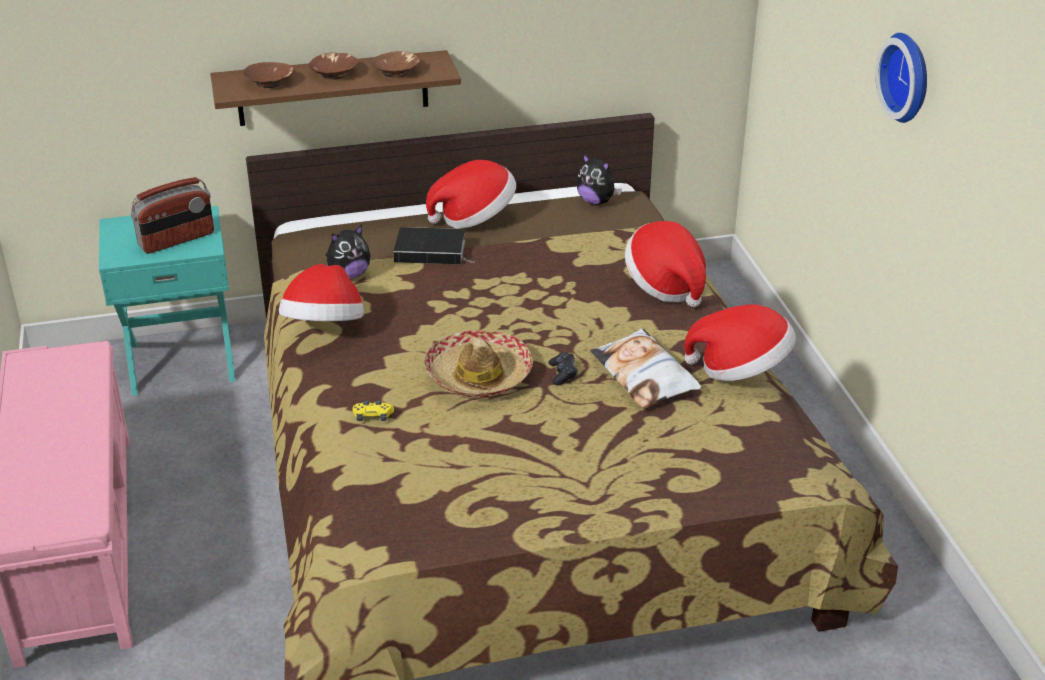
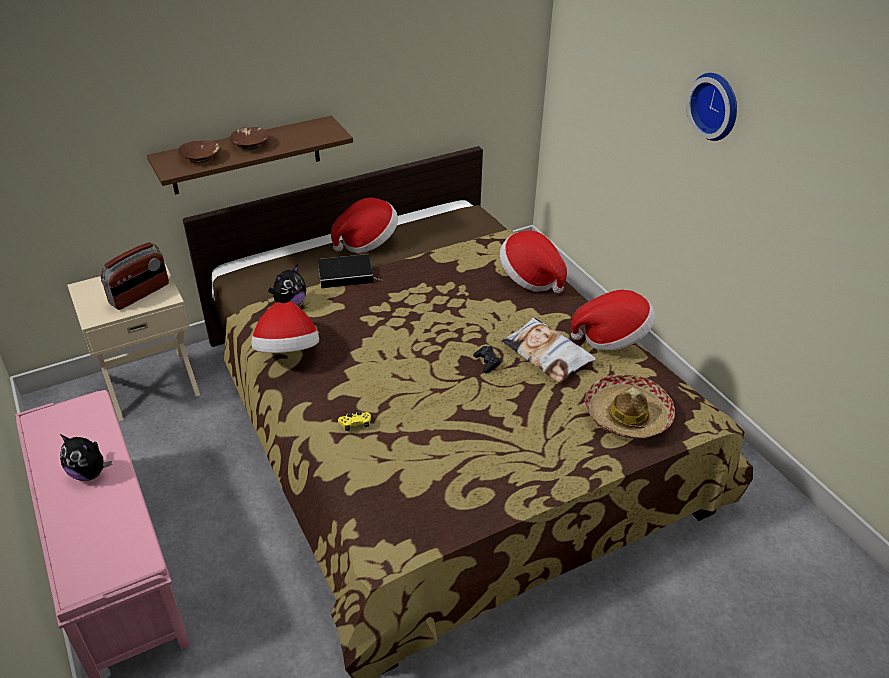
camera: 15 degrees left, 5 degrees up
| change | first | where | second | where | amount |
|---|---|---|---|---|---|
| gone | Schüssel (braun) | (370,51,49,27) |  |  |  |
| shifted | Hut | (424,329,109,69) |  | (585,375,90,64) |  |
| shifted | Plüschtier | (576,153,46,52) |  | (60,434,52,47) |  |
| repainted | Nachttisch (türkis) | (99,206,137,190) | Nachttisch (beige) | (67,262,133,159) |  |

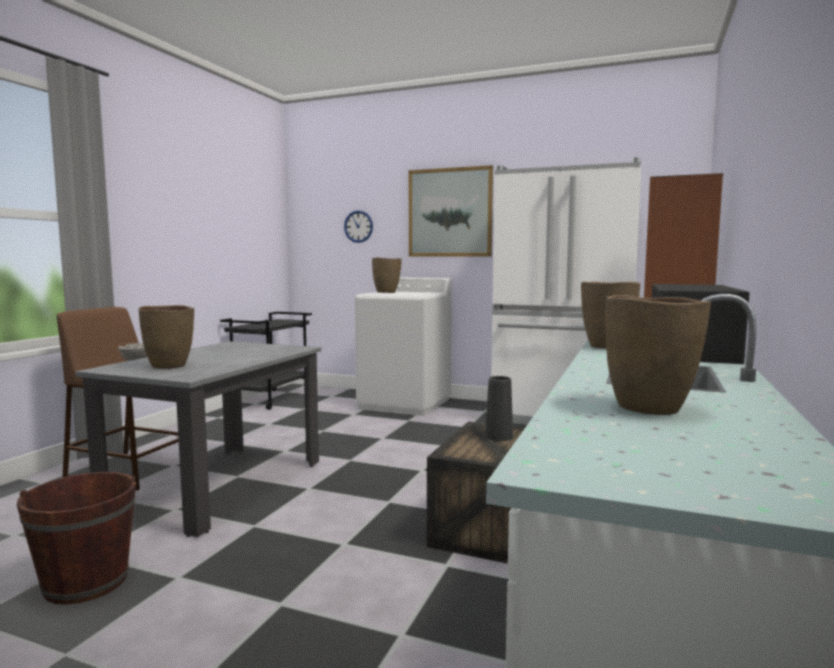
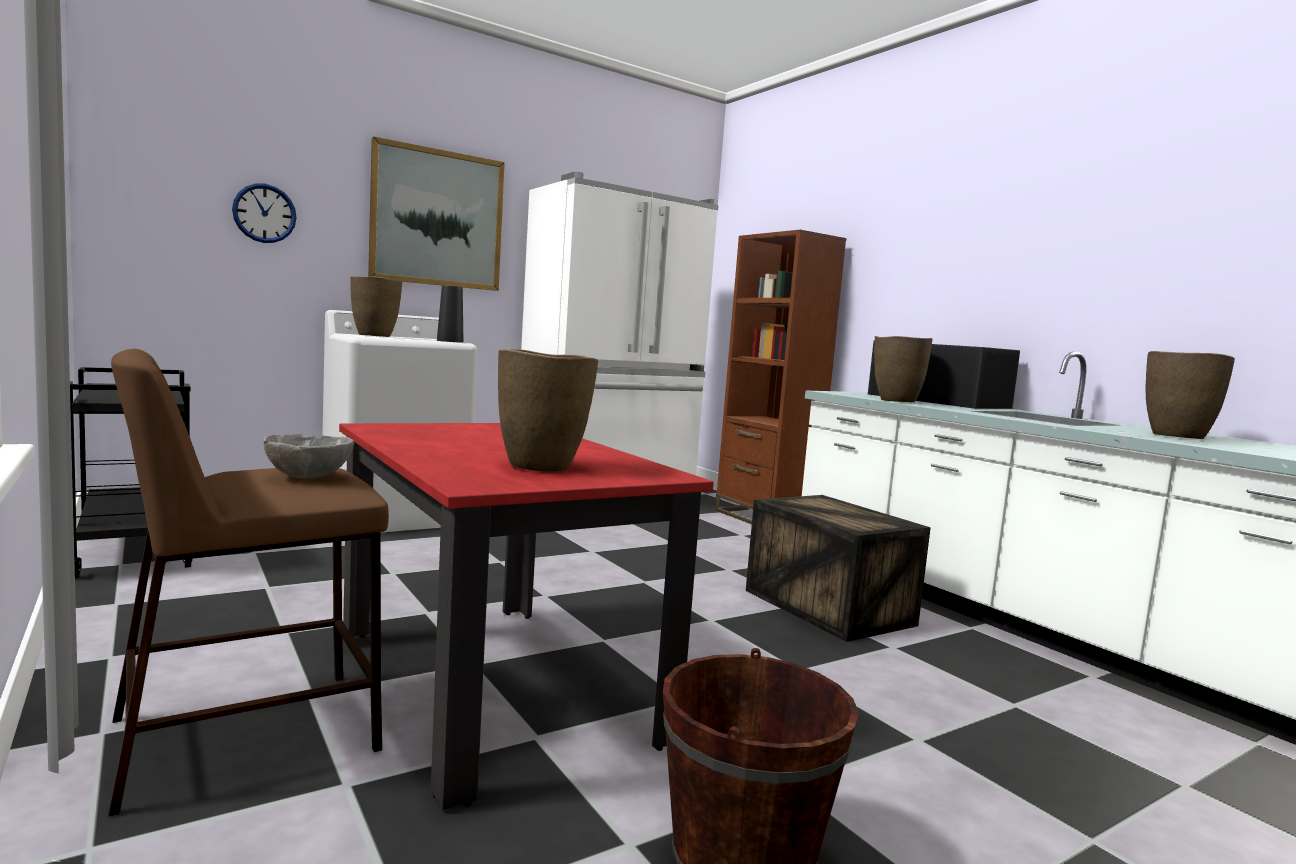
camera: 55 degrees left, 0 degrees up
| change | first | where | second | where | amount |
|---|---|---|---|---|---|
| shifted | Vase (schwarz) | (485,376,28,65) |  | (437,285,26,58) |  |
| repainted | Esstisch (grau) | (75,341,246,196) | Esstisch (rot) | (339,423,375,387) |  |

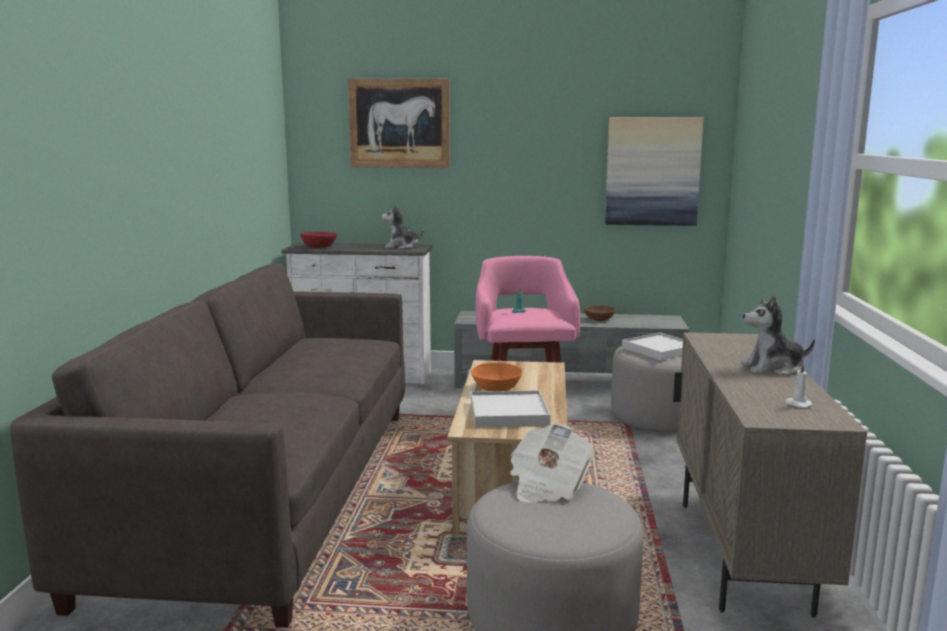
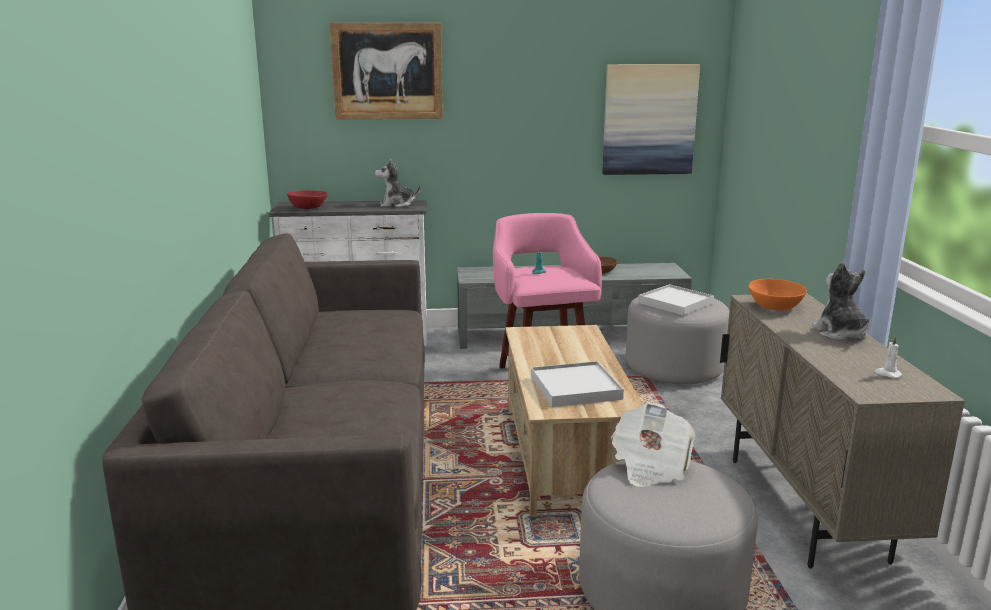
camera: 10 degrees left, 5 degrees up
| change | first | where | second | where | amount |
|---|---|---|---|---|---|
| shifted | Schüssel (orange) | (471,362,51,29) |  | (749,279,58,31) |  |
| rotated | Plüschtier | (741,295,74,81) |  | (812,262,57,79) | 90 degrees clockwise |

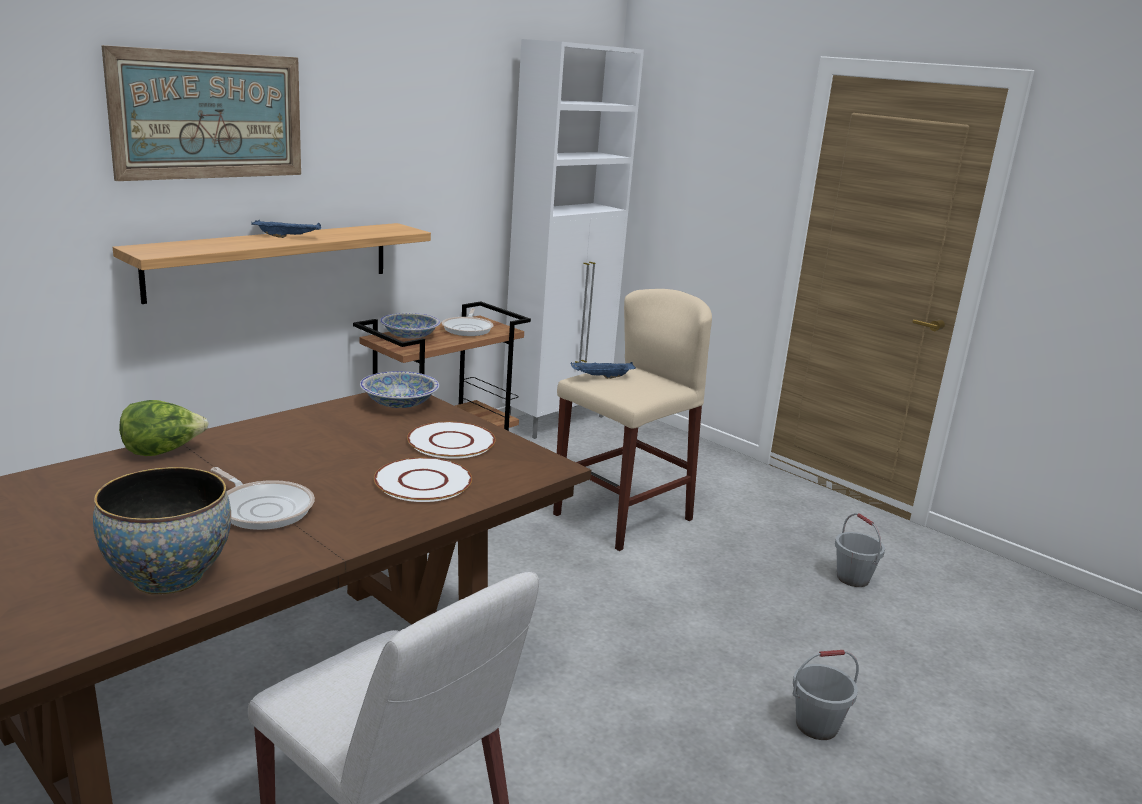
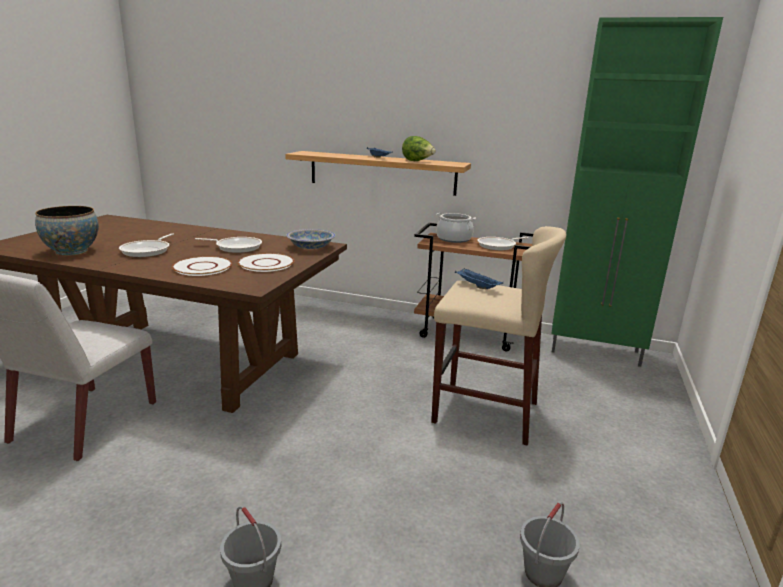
camera: 65 degrees right, 0 degrees up
| change | first | where | second | where | amount |
|---|---|---|---|---|---|
| gone | Bild | (102,45,199,136) |  |  |  |
| new |  |  | Pfanne | (195,237,67,16) |  |
| shifted | Salatkopf | (119,400,90,56) |  | (402,136,34,25) |  |
| swapped | Schüssel | (380,313,61,26) | Kochtopf | (436,213,40,30) |  |
| repainted | Schrank (weiß) | (502,39,142,400) | Schrank (grün) | (551,17,172,350) |  |

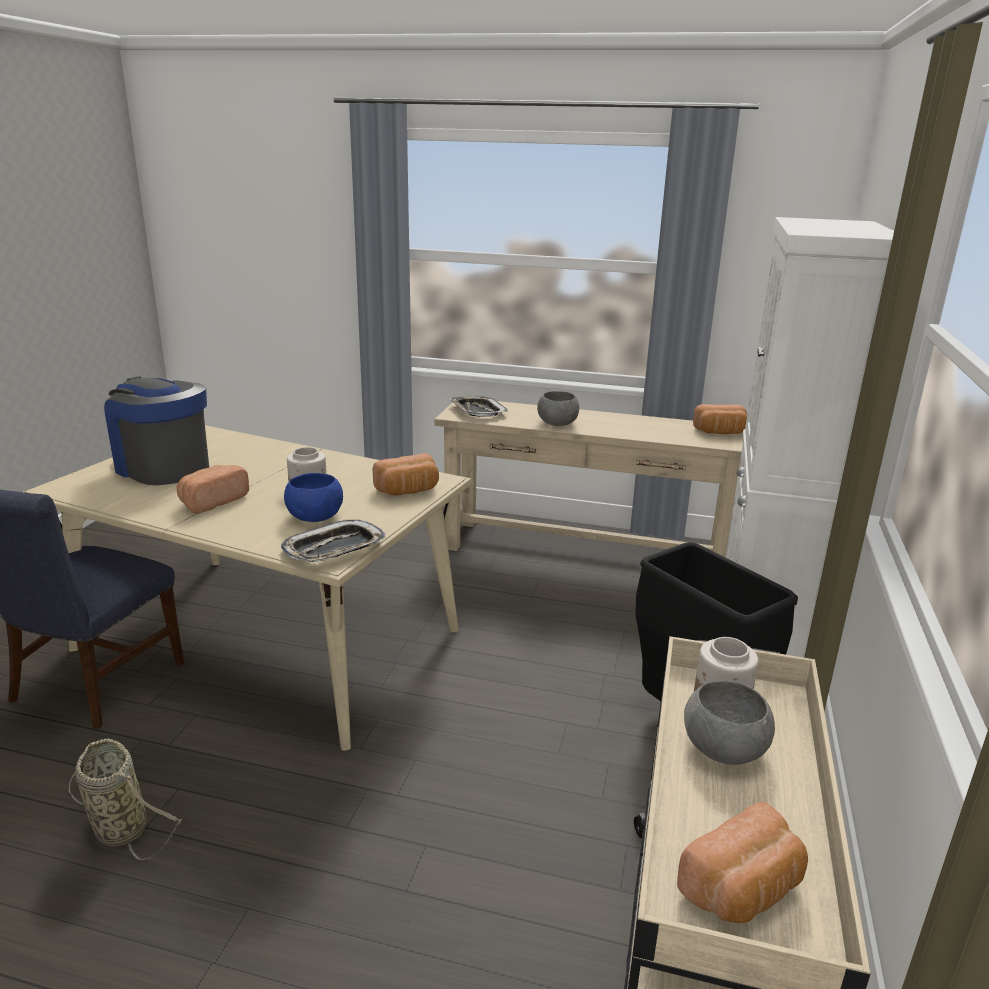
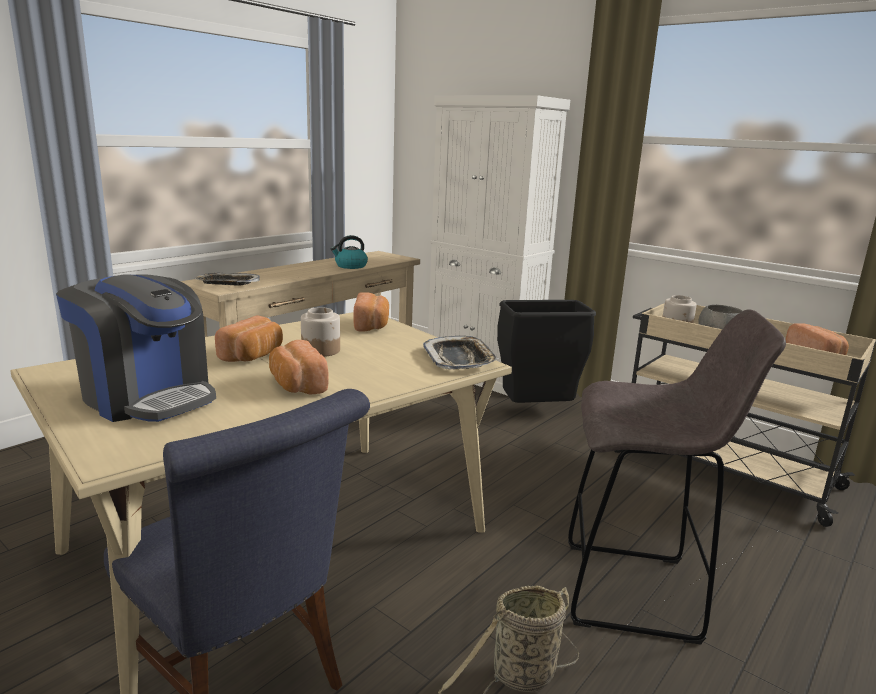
camera: 65 degrees left, 5 degrees down
| change | first | where | second | where | amount |
|---|---|---|---|---|---|
| gone | Schüssel (blau) | (284,473,59,49) |  |  |  |
| gone | Schüssel (grau) | (537,391,42,35) |  |  |  |
| new |  |  | Wasserkessel | (331,235,37,34) |  |
| new |  |  | Hocker (grau) | (568,309,218,336) |  |
| shifted | Brot | (693,404,54,30) |  | (215,316,68,46) |  |
| rotated | Kaffeemaschine | (104,376,105,109) |  | (56,274,160,148) | 120 degrees counterclockwise |

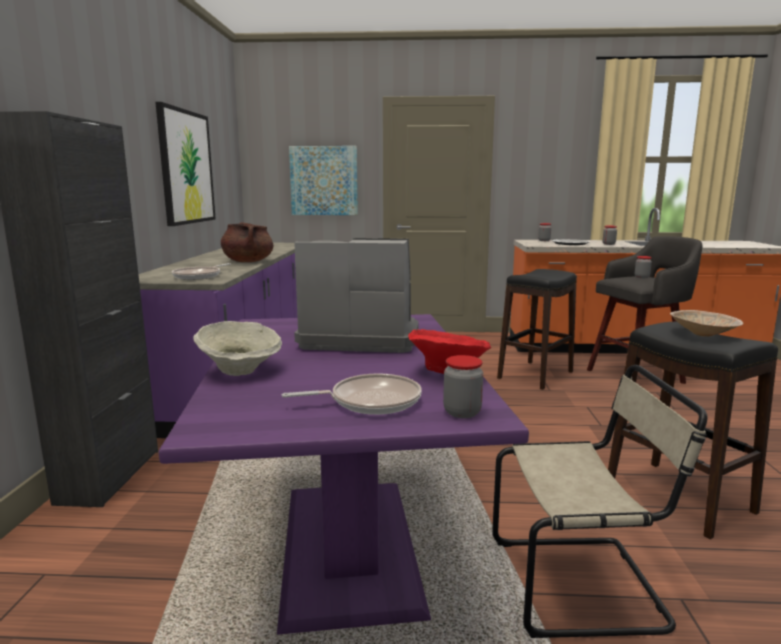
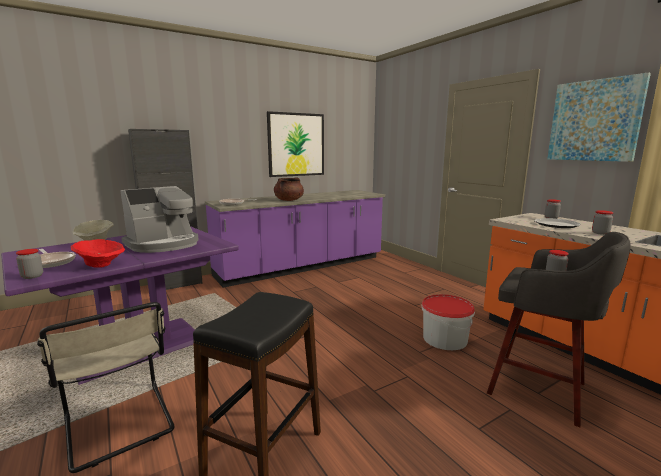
camera: 55 degrees right, 0 degrees up
| change | first | where | second | where | amount |
|---|---|---|---|---|---|
| gone | Schüssel (beige) | (670,310,73,27) |  |  |  |
| shifted | Bild | (289,146,69,69) |  | (547,72,104,90) |  |
| swapped | Hocker (schwarz) | (497,269,80,121) | Eimer | (421,294,54,56) |  |
| rotated | Kaffeemaschine | (294,238,125,115) |  | (120,186,78,67) | 75 degrees clockwise |

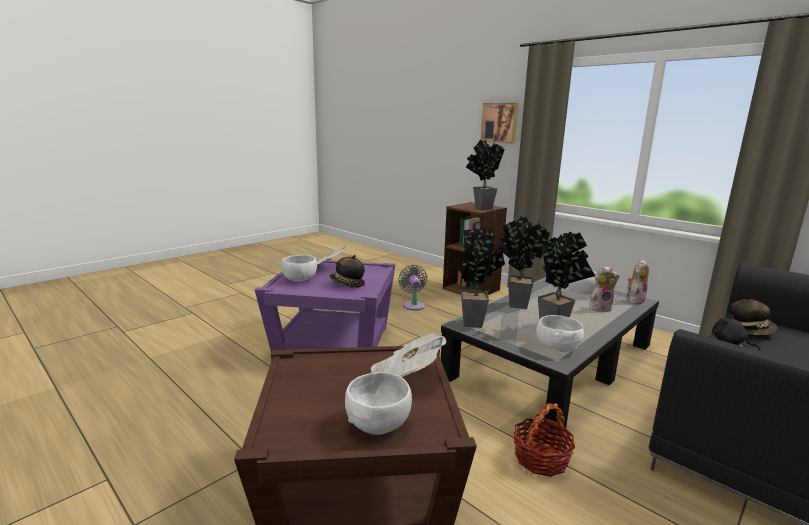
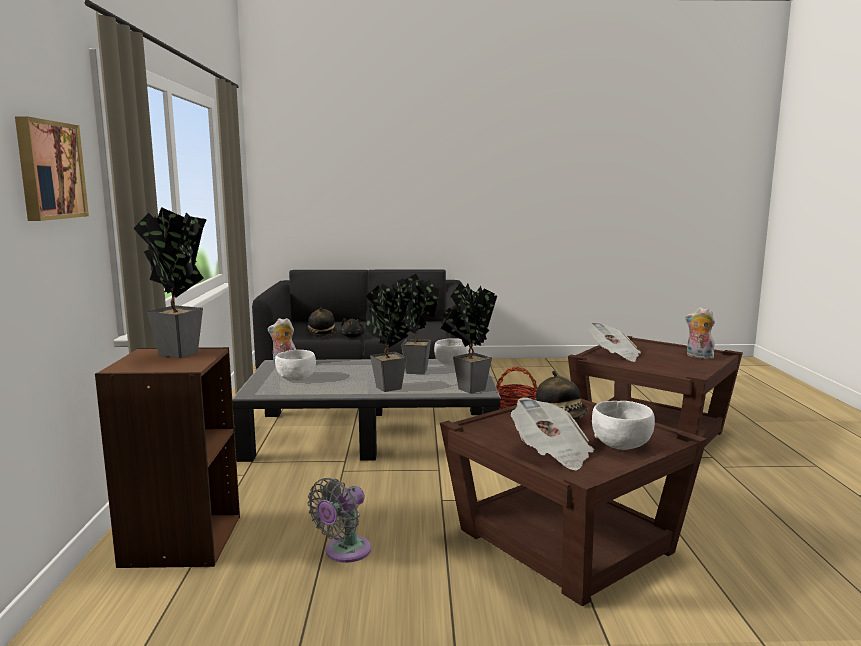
camera: 135 degrees left, 5 degrees down
| change | first | where | second | where | amount |
|---|---|---|---|---|---|
| gone | Schüssel (weiß) | (345,372,67,63) |  |  |  |
| shifted | Plüschtier | (589,266,31,46) |  | (685,307,30,52) |  |
| repainted | Beistelltisch (lila) | (255,260,141,93) | Beistelltisch (braun) | (440,399,267,208) |  |

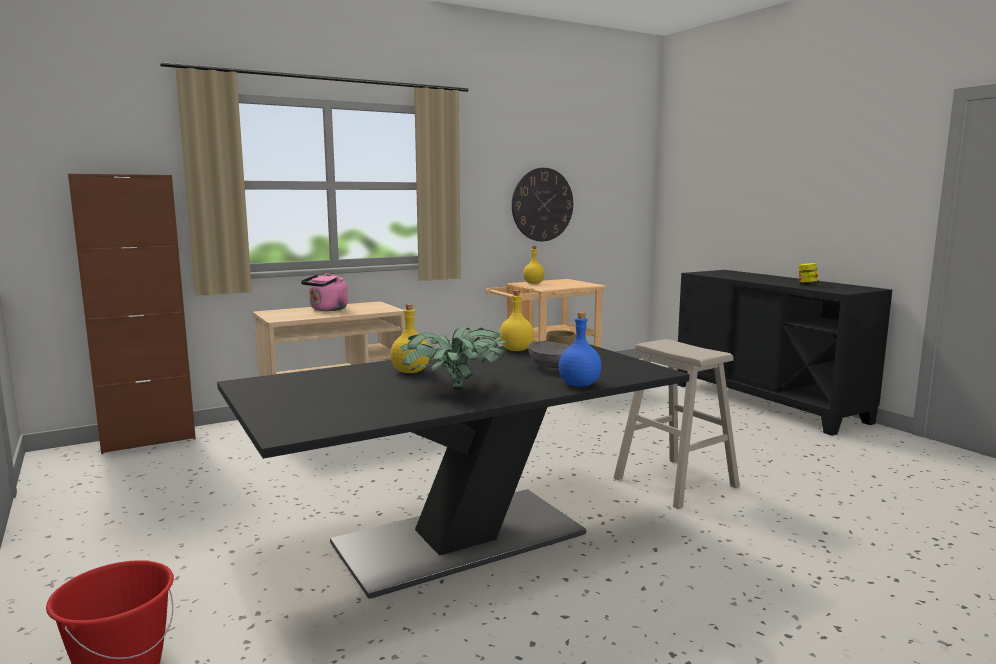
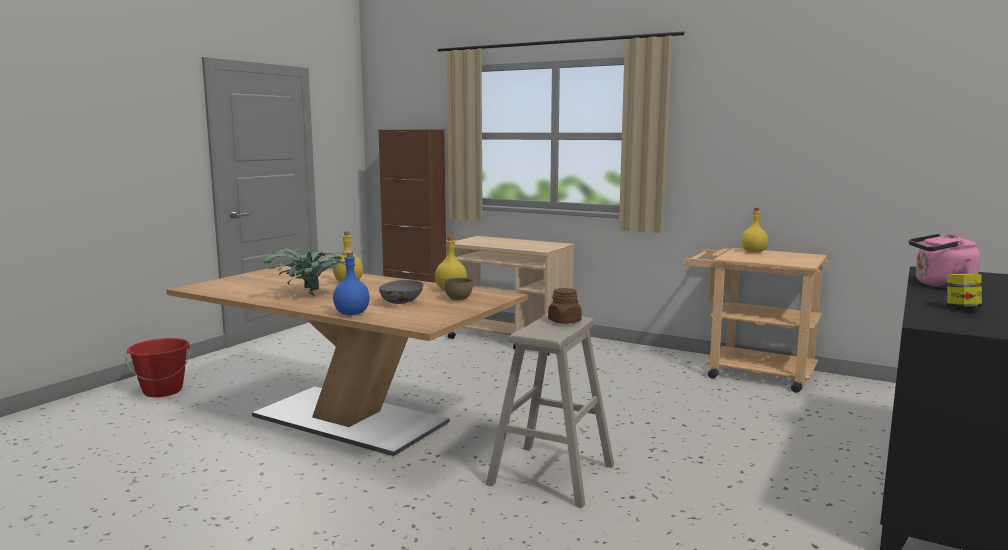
camera: 60 degrees right, 0 degrees up
| change | first | where | second | where | amount |
|---|---|---|---|---|---|
| gone | Wanduhr | (512,168,61,73) |  |  |  |
| new |  |  | Vorratsglas (braun) | (548,288,34,36) |  |
| shifted | Wasserkessel (rosa) | (301,273,47,38) |  | (909,233,71,55) |  |
| repainted | Esstisch (schwarz) | (217,341,473,258) | Esstisch (beige) | (166,265,362,191) |  |

